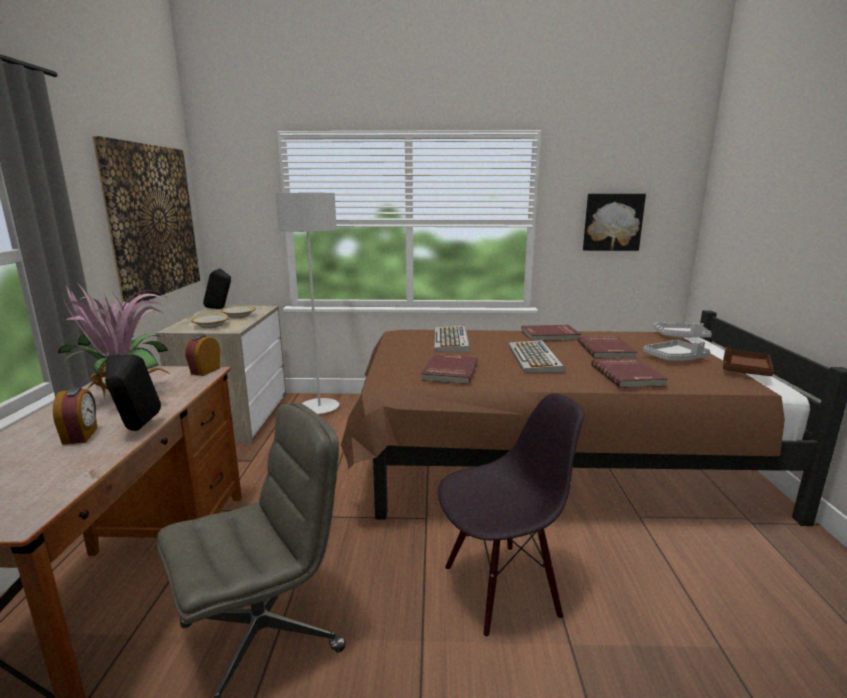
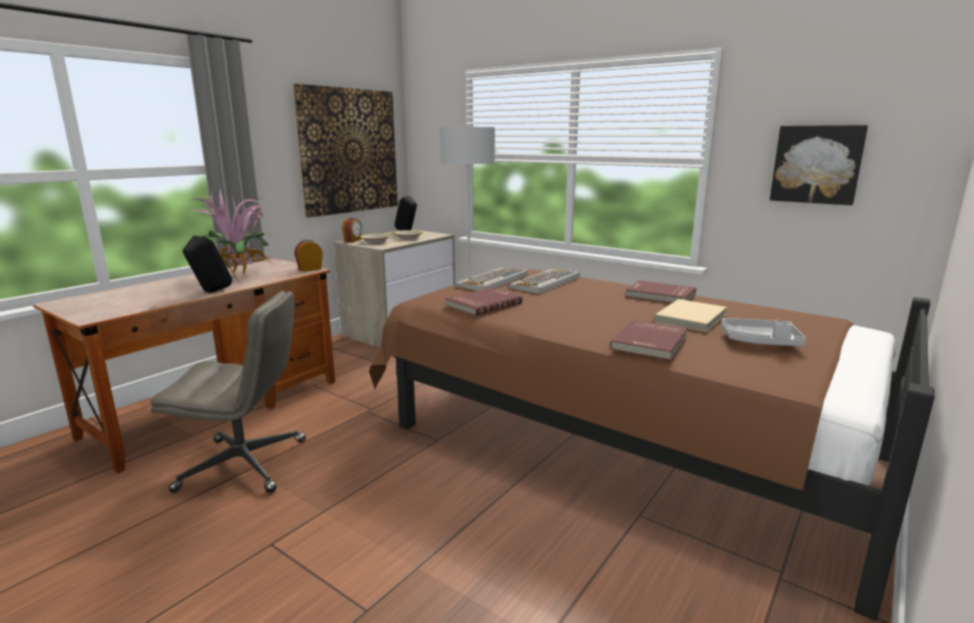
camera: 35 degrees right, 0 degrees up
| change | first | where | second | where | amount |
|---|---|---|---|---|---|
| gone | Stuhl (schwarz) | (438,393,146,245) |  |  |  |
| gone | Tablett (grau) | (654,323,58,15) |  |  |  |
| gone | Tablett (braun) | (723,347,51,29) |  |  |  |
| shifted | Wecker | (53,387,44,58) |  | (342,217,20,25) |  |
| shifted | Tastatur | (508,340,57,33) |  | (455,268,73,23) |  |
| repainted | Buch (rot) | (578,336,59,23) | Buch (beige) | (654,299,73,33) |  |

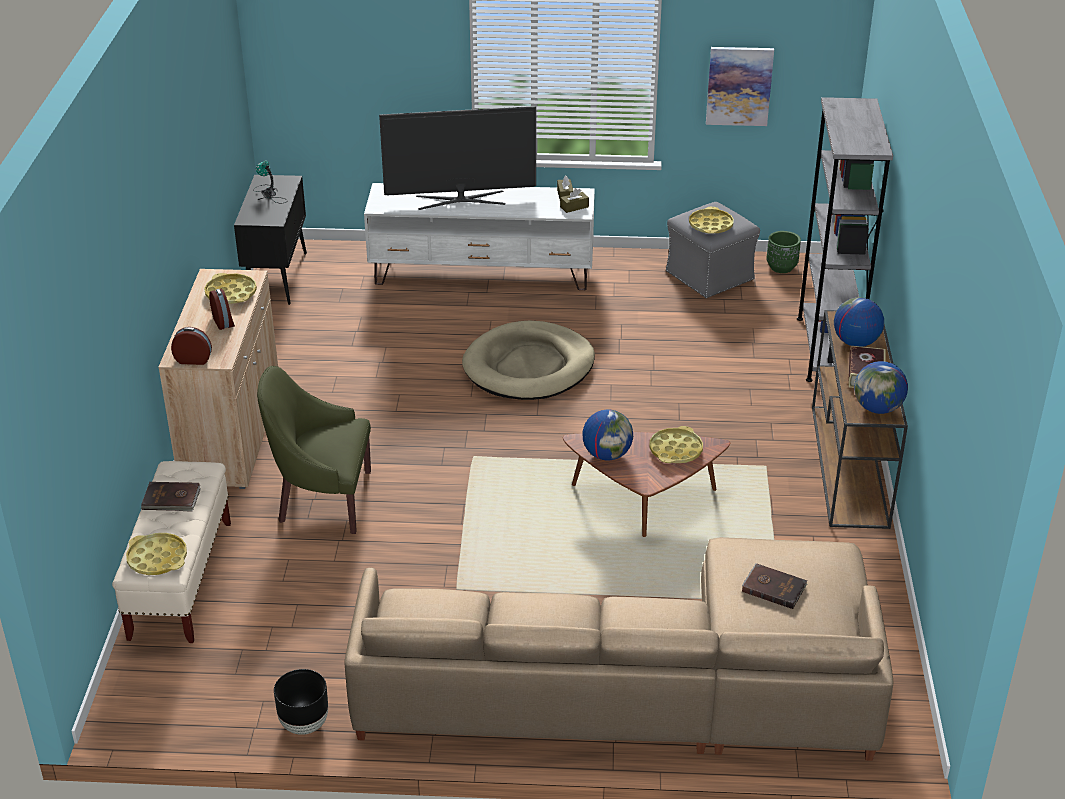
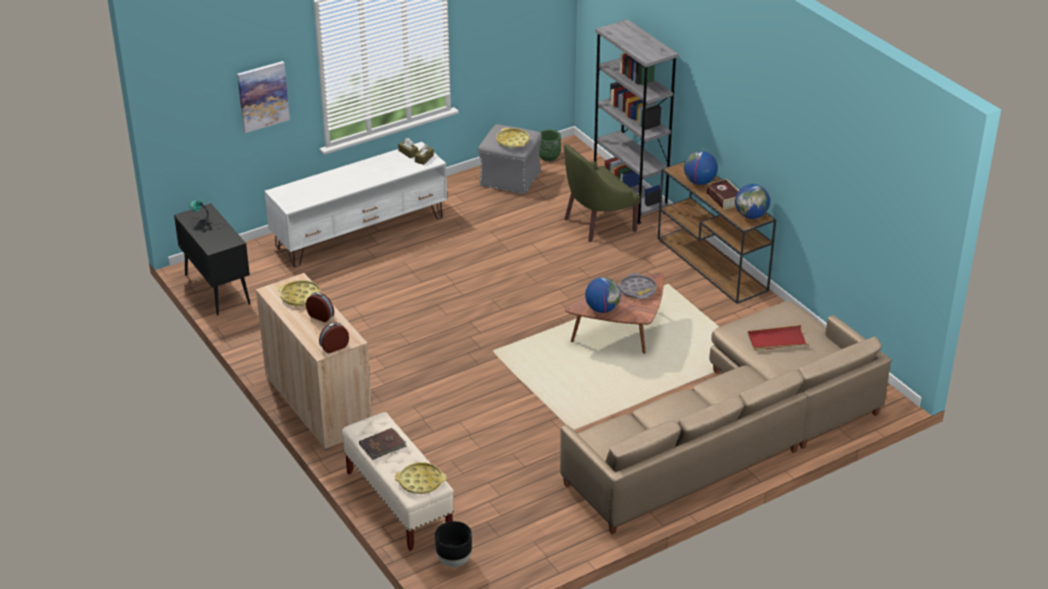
camera: 35 degrees left, 0 degrees up
| change | first | where | second | where | amount |
|---|---|---|---|---|---|
| gone | Fernseher | (379,106,157,104) |  |  |  |
| gone | Hundebett (beige) | (462,321,133,79) |  |  |  |
| shifted | Sessel (grün) | (257,366,114,168) |  | (564,144,76,98) |  |
| shifted | Pflanzkübel (schwarz) | (274,669,54,66) |  | (435,521,37,46) |  |
| shifted | Bild | (706,47,68,79) |  | (237,61,53,72) |  |
| swapped | Buch (braun) | (742,563,65,46) | Tablett (rot) | (747,325,62,26) |  |
| repainted | Tablett (gelb) | (649,426,54,37) | Tablett (grau) | (619,273,38,26) |  |

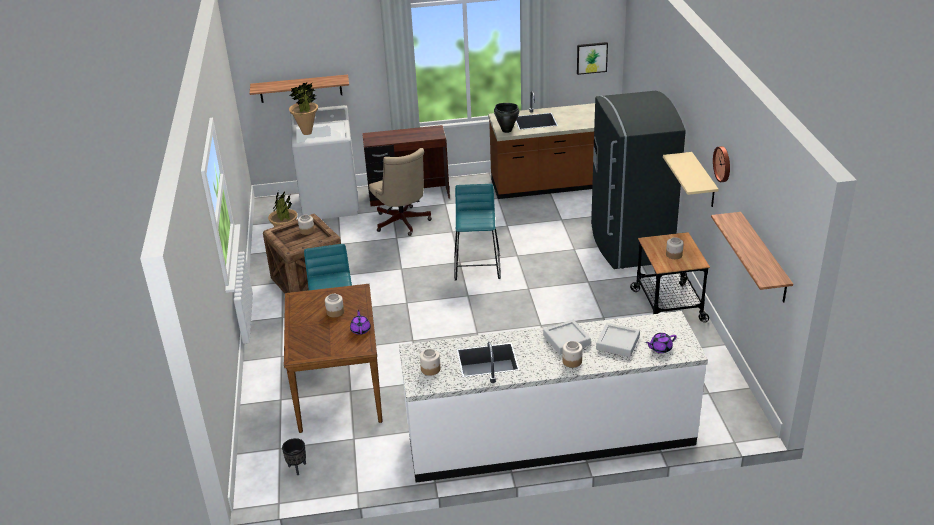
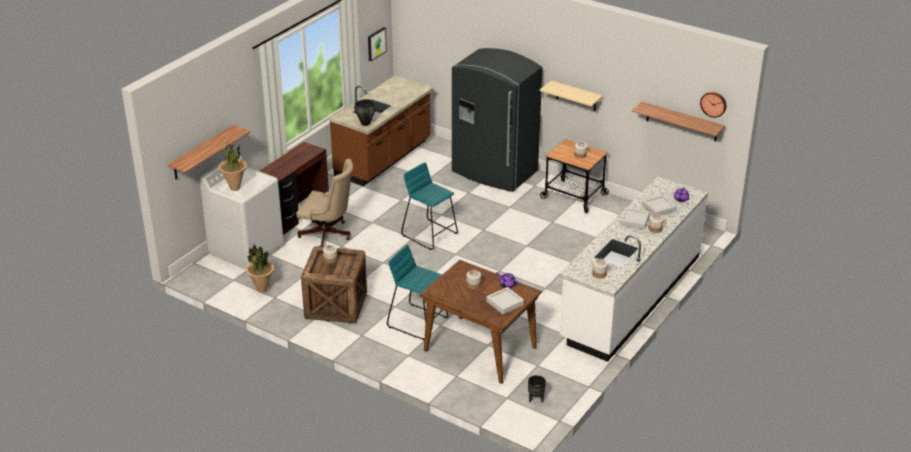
camera: 50 degrees left, 0 degrees up
| change | first | where | second | where | amount |
|---|---|---|---|---|---|
| new |  |  | Tablett (grau) | (486,287,38,27) |  |
| shifted | Wanduhr | (713,146,17,36) |  | (700,92,26,26) |  |

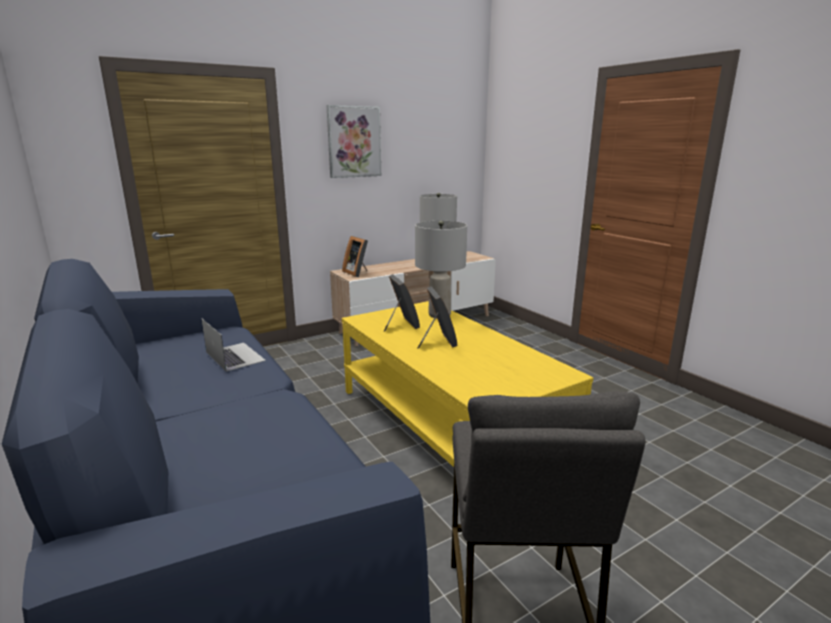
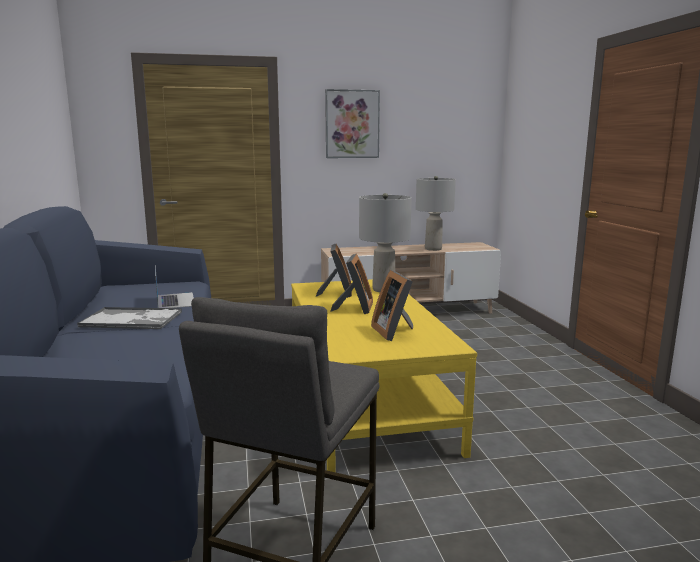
camera: 20 degrees right, 5 degrees down
| change | first | where | second | where | amount |
|---|---|---|---|---|---|
| new |  |  | Tablett | (77,307,105,22) |  |
| shifted | Bilderrahmen | (342,236,26,41) |  | (371,270,42,71) |  |

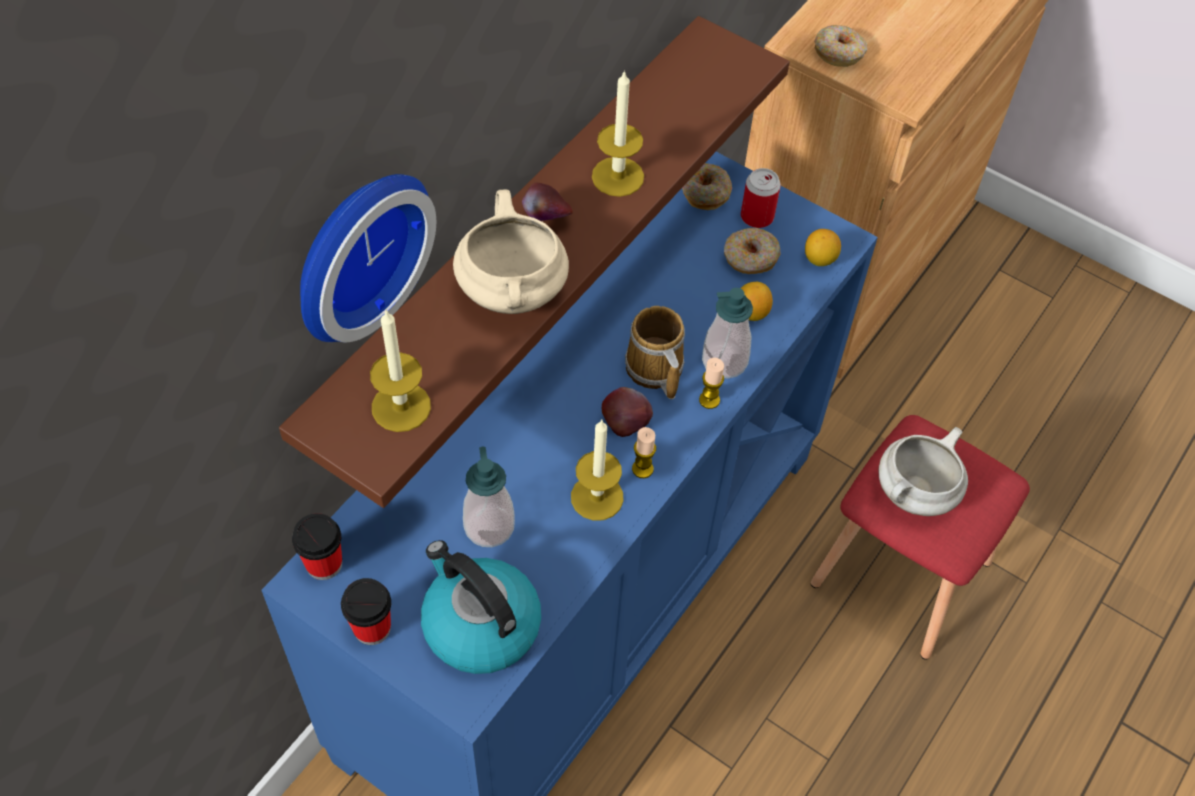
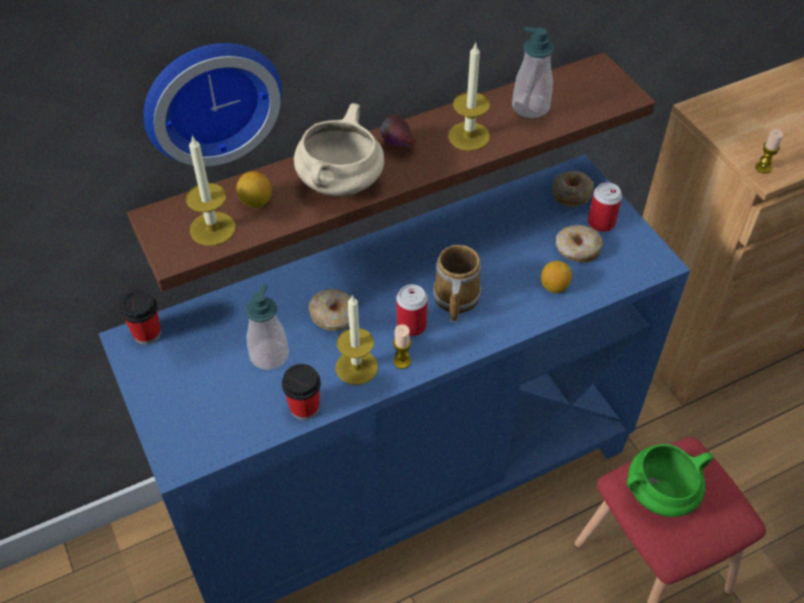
camera: 30 degrees right, 5 degrees down
| change | first | where | second | where | amount |
|---|---|---|---|---|---|
| gone | Wasserkessel | (421,540,120,134) |  |  |  |
| shifted | Tasse | (341,578,50,67) |  | (282,364,39,56) |  |
| shifted | Kerze | (699,358,25,51) |  | (755,129,28,45) |  |
| shifted | Seifenspender | (702,288,51,91) |  | (512,27,42,91) |  |
| shifted | Zitrone | (805,229,36,37) |  | (236,171,36,37) |  |
| shifted | Donut | (814,25,53,42) |  | (309,289,42,42) |  |
| swapped | Apfel | (602,387,51,50) | Dose | (397,284,31,52) |  |
| repainted | Kochtopf (weiß) | (878,427,90,89) | Kochtopf (grün) | (626,444,87,73) |  |

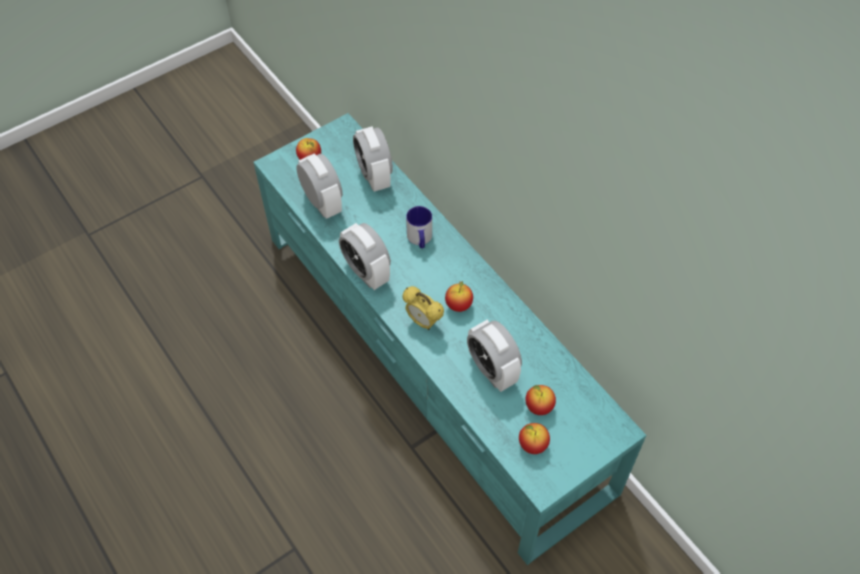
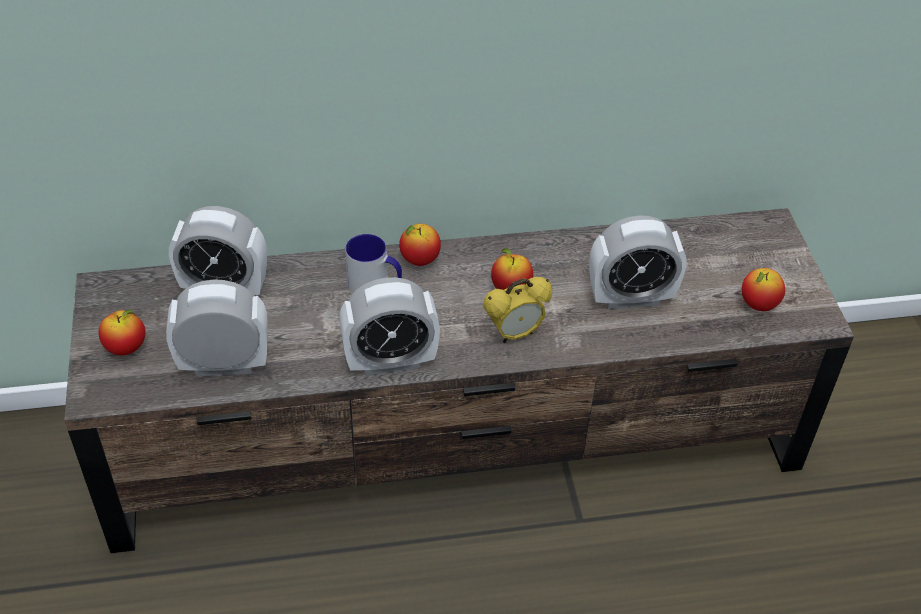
camera: 65 degrees left, 10 degrees down
| change | first | where | second | where | amount |
|---|---|---|---|---|---|
| shifted | Apfel | (525,385,31,30) |  | (399,224,42,42) |  |
| repainted | Fernsehschrank (türkis) | (254,113,392,452) | Fernsehschrank (braun) | (64,208,790,345) |  |

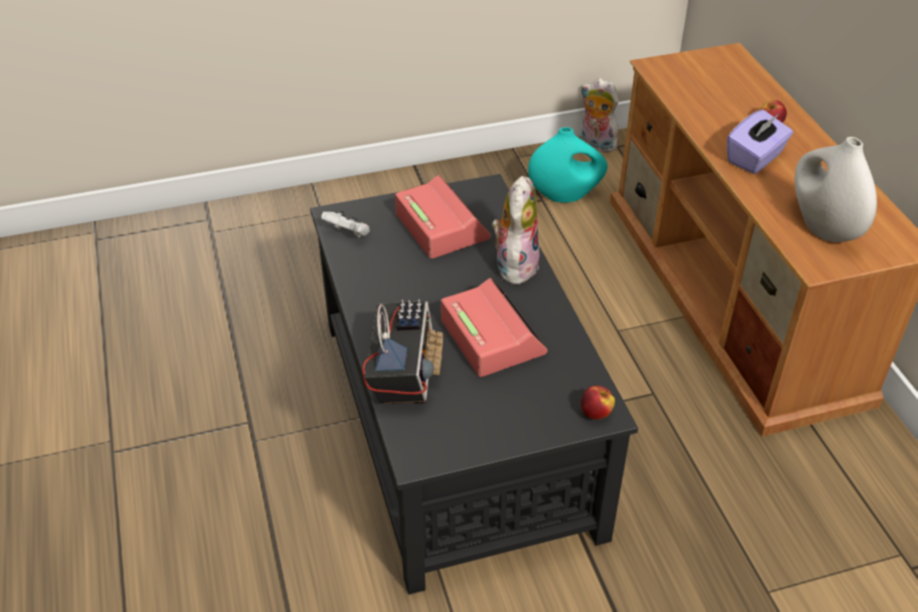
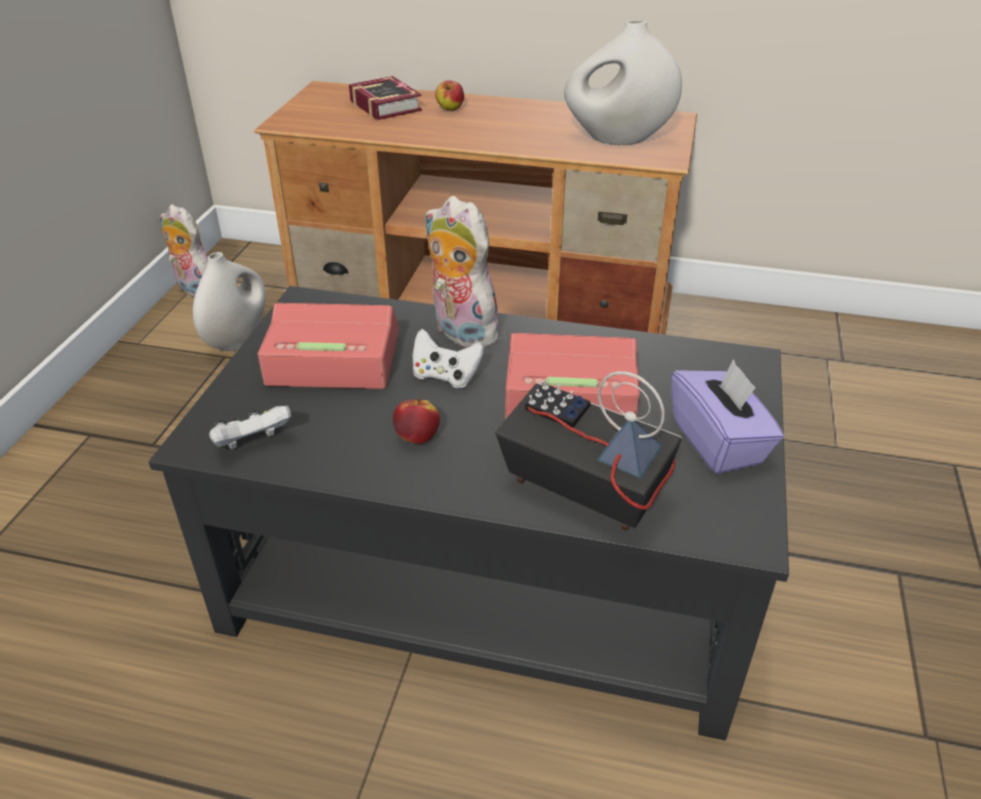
camera: 60 degrees left, 5 degrees down
| change | first | where | second | where | amount |
|---|---|---|---|---|---|
| new |  |  | Buch | (349,76,73,44) |  |
| new |  |  | Gamepad (weiß) | (413,329,71,60) |  |
| shifted | Apfel | (581,386,34,34) |  | (393,396,47,48) |  |
| shifted | Taschentuchbox (lila) | (727,110,66,64) |  | (671,359,113,115) |  |
| repainted | Vase (türkis) | (528,127,79,76) | Vase (weiß) | (193,252,73,99) |  |
| rotated | Plüschtier | (580,78,39,75) |  | (160,204,48,93) | 60 degrees clockwise |

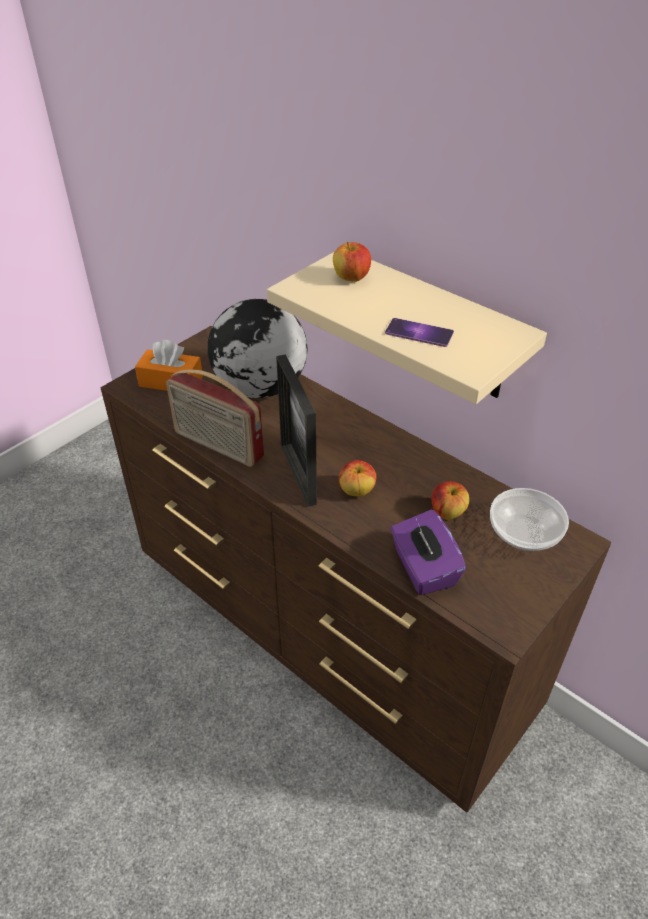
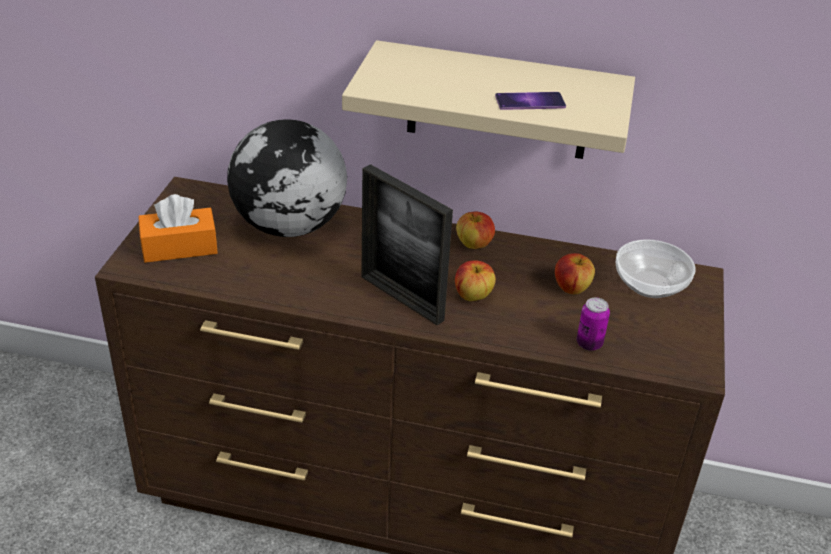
camera: 30 degrees left, 5 degrees down
| change | first | where | second | where | amount |
|---|---|---|---|---|---|
| gone | Radio | (166,369,98,98) |  |  |  |
| shifted | Apfel | (333,242,38,40) |  | (456,212,39,37) |  |
| swapped | Taschentuchbox (lila) | (391,510,75,85) | Dose | (577,298,33,53) |  |

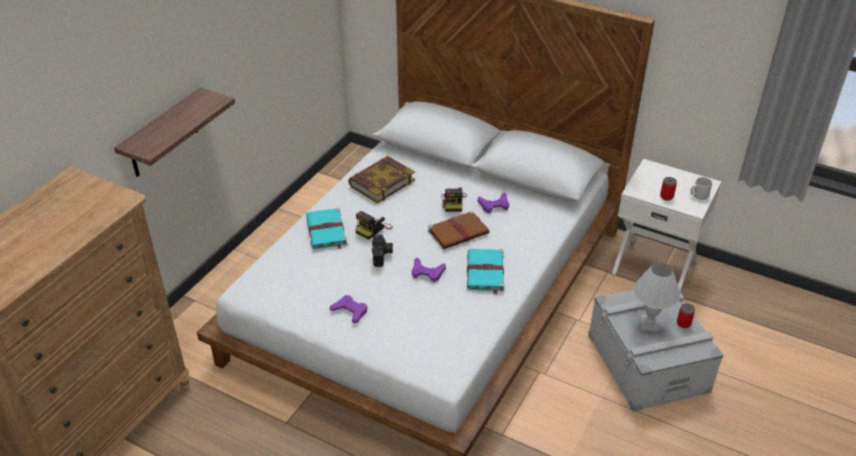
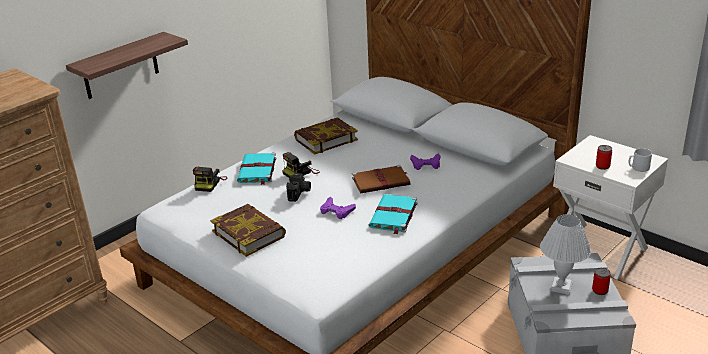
camera: 15 degrees right, 10 degrees down
| change | first | where | second | where | amount |
|---|---|---|---|---|---|
| shifted | Kamera | (441,187,26,25) |  | (193,166,35,26) |  |
| swapped | Gamepad (lila) | (330,295,37,28) | Buch | (210,204,76,53) |  |

